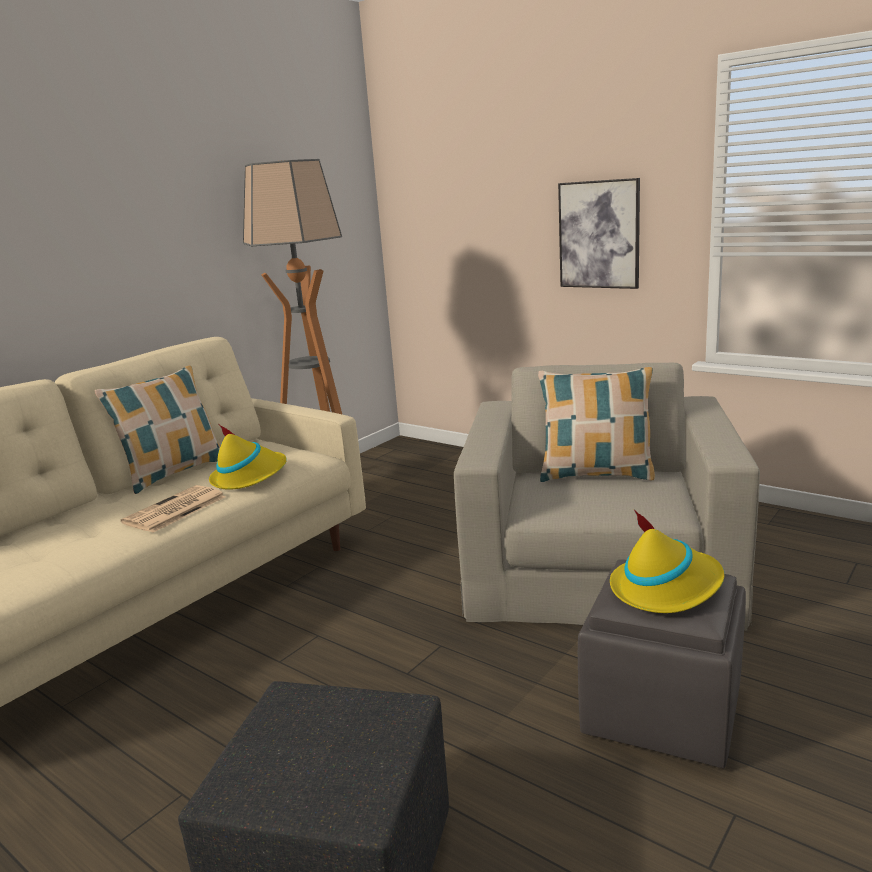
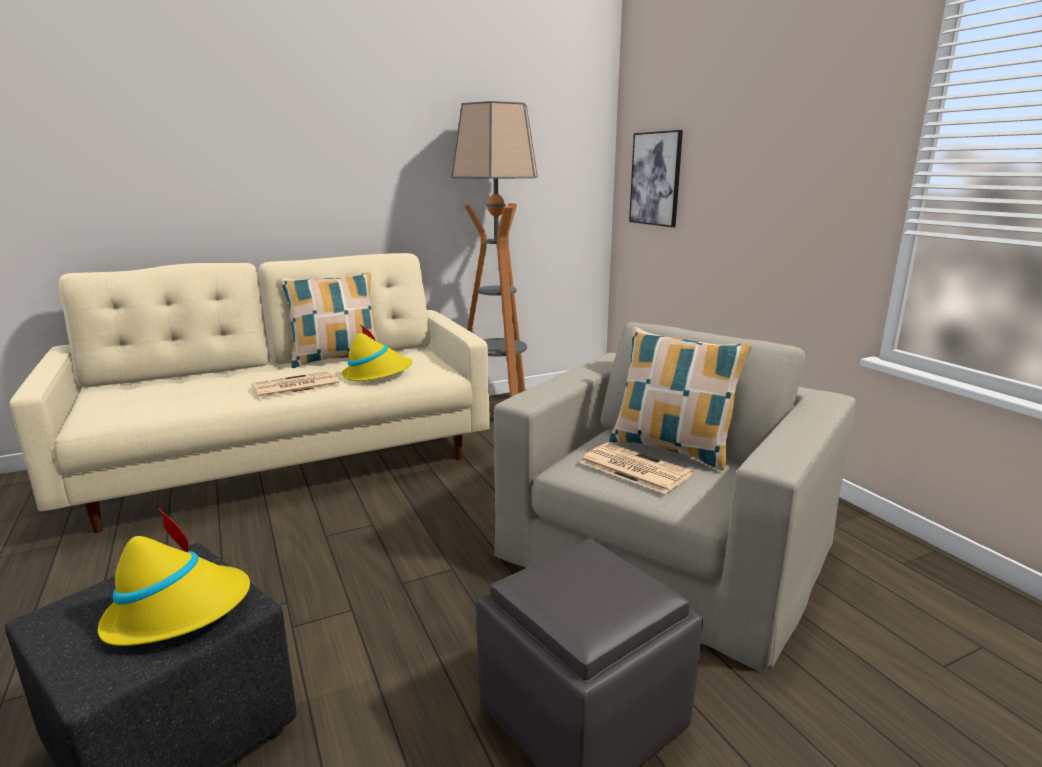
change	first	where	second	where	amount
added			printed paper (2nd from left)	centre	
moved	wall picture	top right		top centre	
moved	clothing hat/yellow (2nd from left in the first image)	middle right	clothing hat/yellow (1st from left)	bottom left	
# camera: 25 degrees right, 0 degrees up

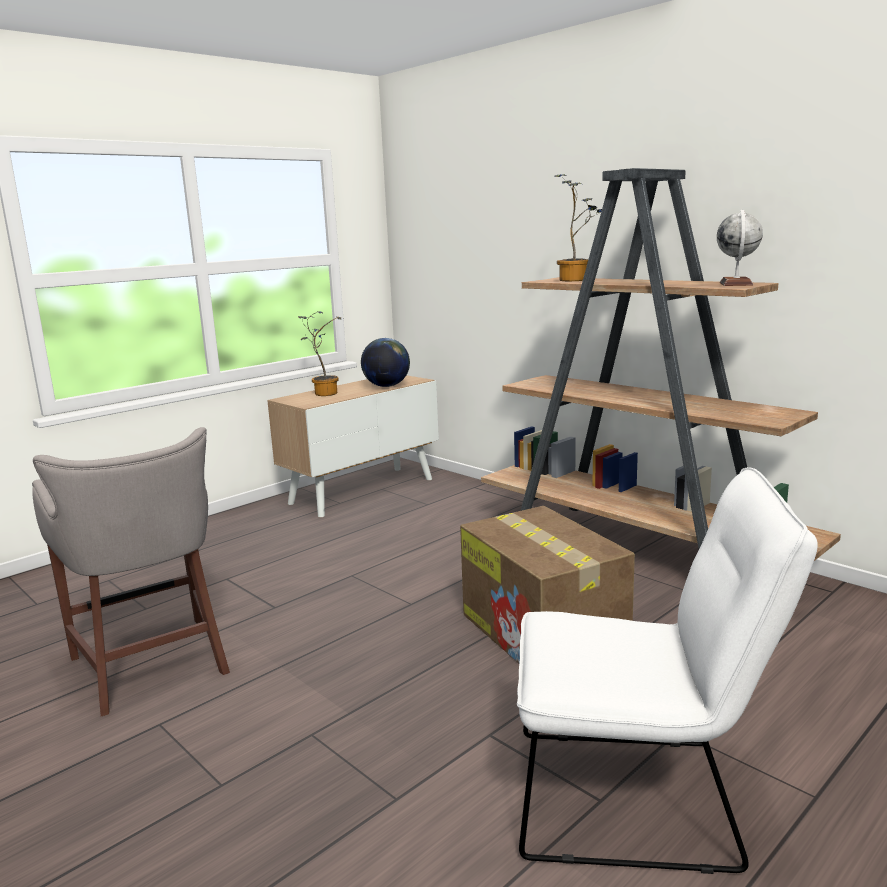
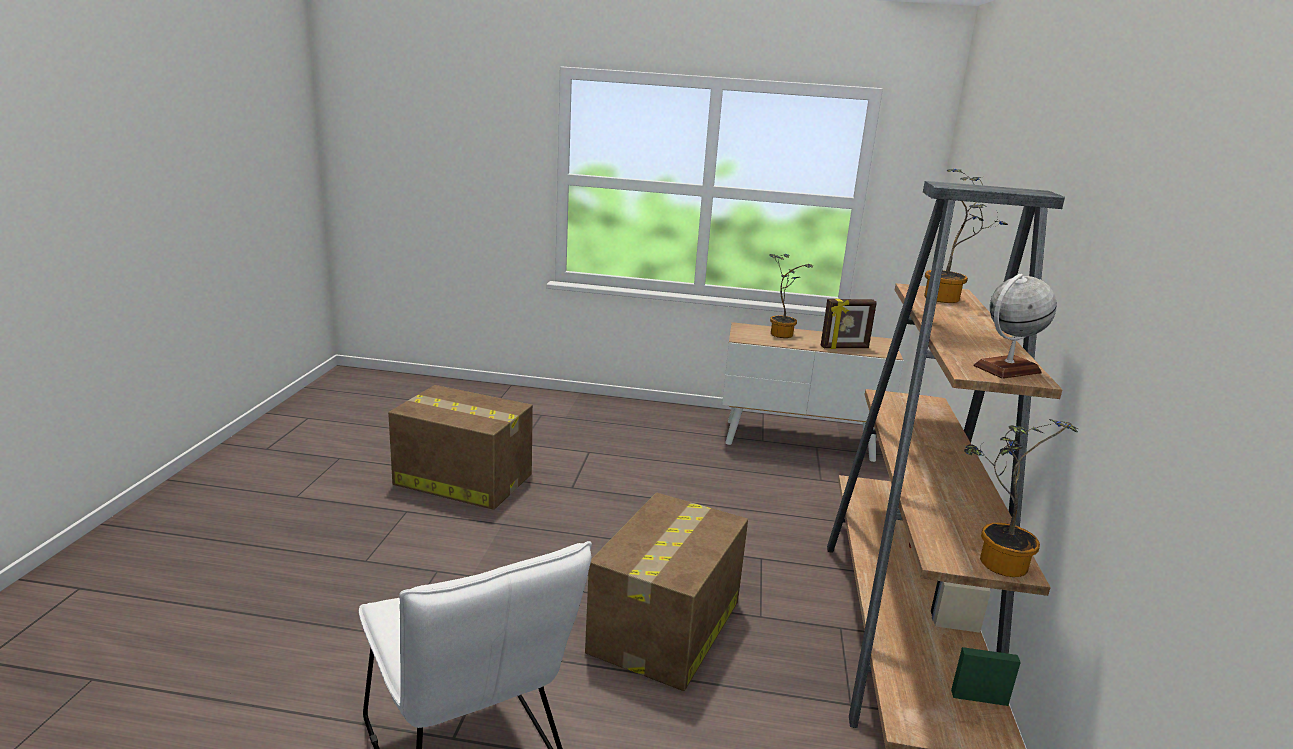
change	first	where	second	where	amount
added			plant in a pot (3rd from left)	middle right	
replaced	stool seat/grey	middle left	packing box (1st from left)	centre	
replaced	desk globe (1st from left)	centre	photo frame	centre	
# camera: 50 degrees right, 5 degrees up

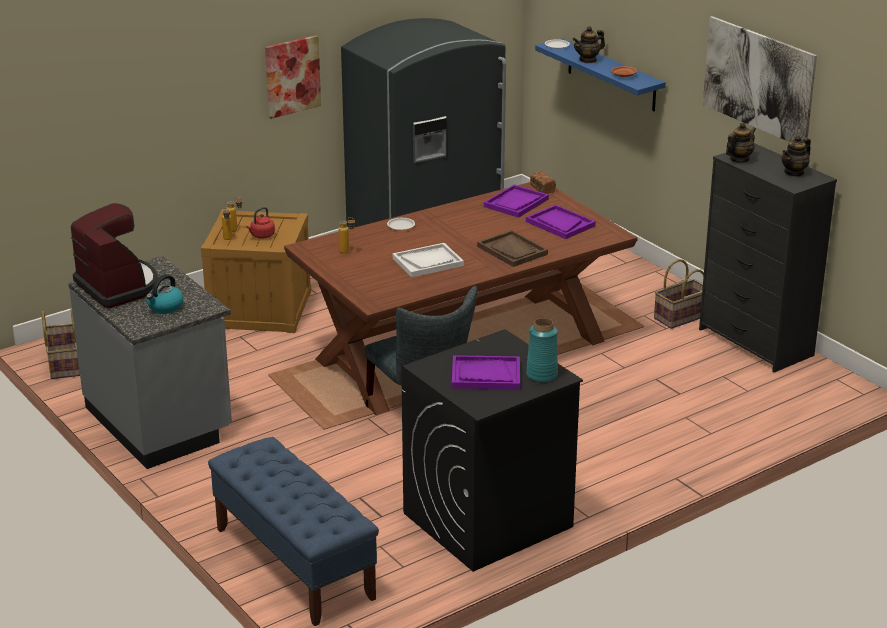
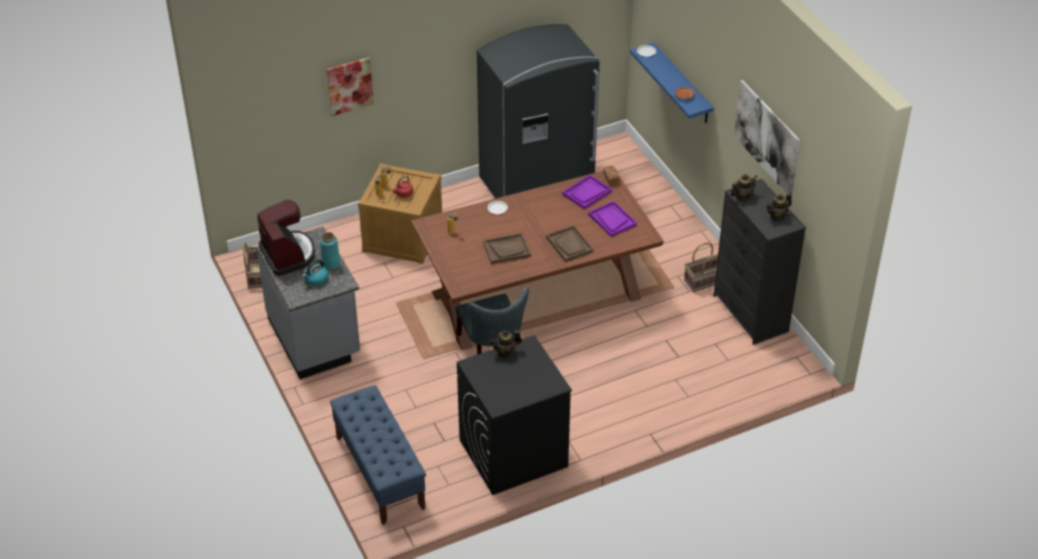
change	first	where	second	where	amount
removed	serving tray/purplish (1st from left)	centre			
moved	wall picture (1st from left)	top left		top centre	
moved	flower vase/turquoise-coloured	centre		middle left	
moved	tea pot (1st from left)	top centre		centre	
recoloured	serving tray/white-coloured	centre	serving tray/brown-coloured (1st from left)	centre	
# camera: 10 degrees right, 15 degrees up

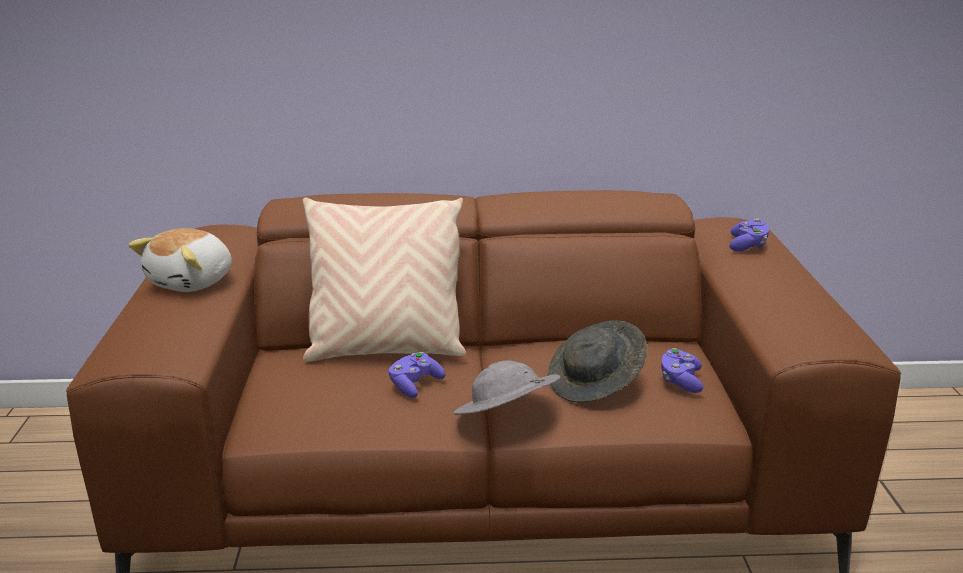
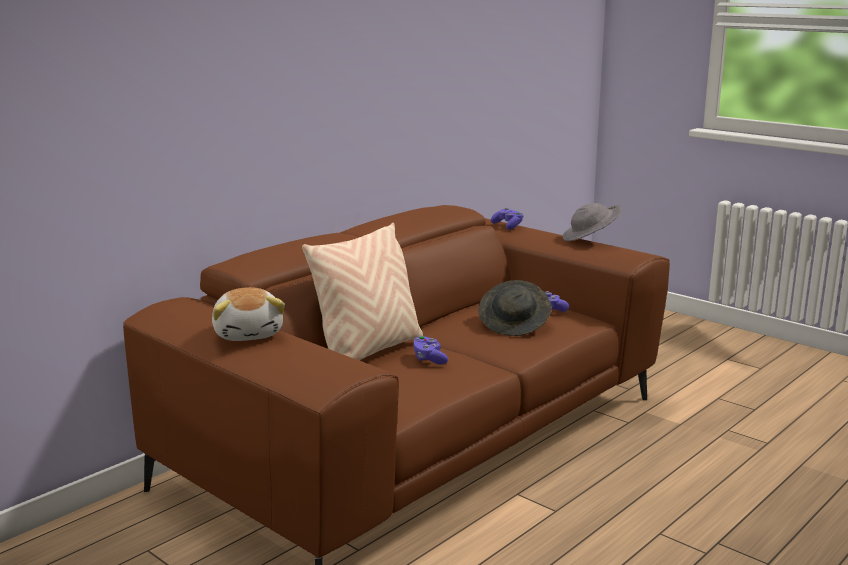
change	first	where	second	where	amount
moved	clothing hat/grey (1st from left in the first image)	bottom centre	clothing hat/grey (2nd from left)	middle right	
# camera: 45 degrees left, 5 degrees down

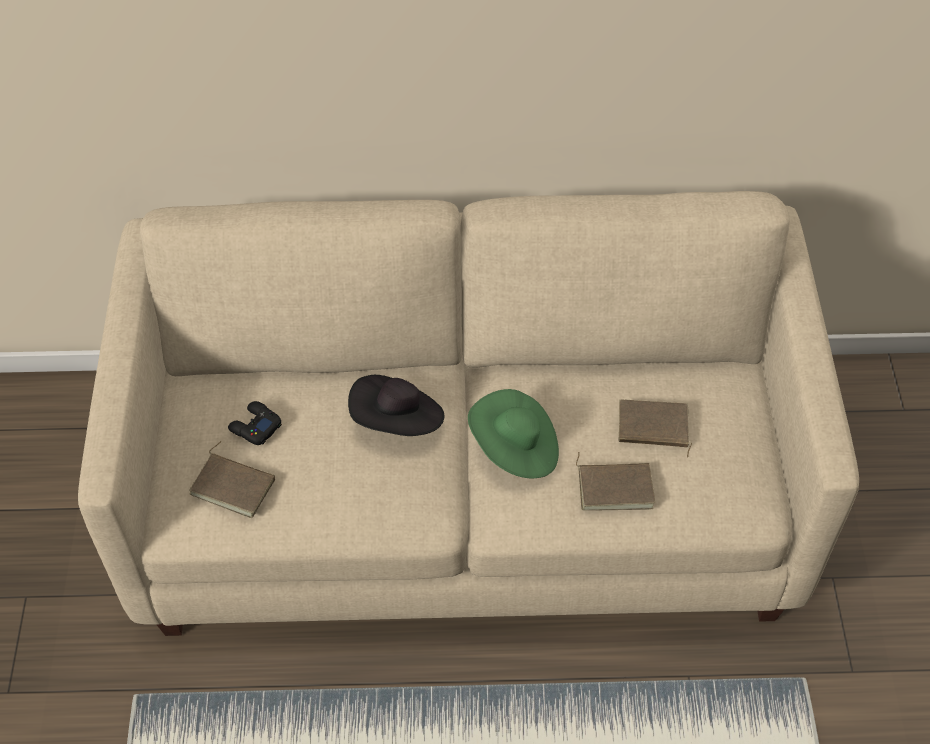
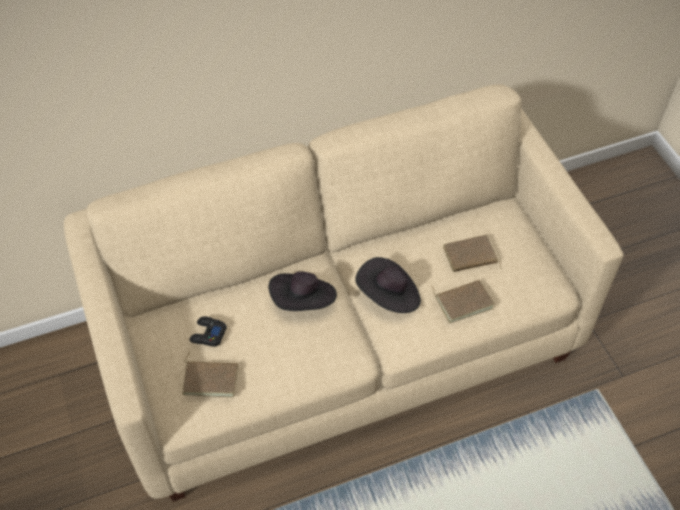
change	first	where	second	where	amount
recoloured	clothing hat/greenish	centre	clothing hat/black-coloured (2nd from left)	centre	
# camera: 20 degrees left, 0 degrees up

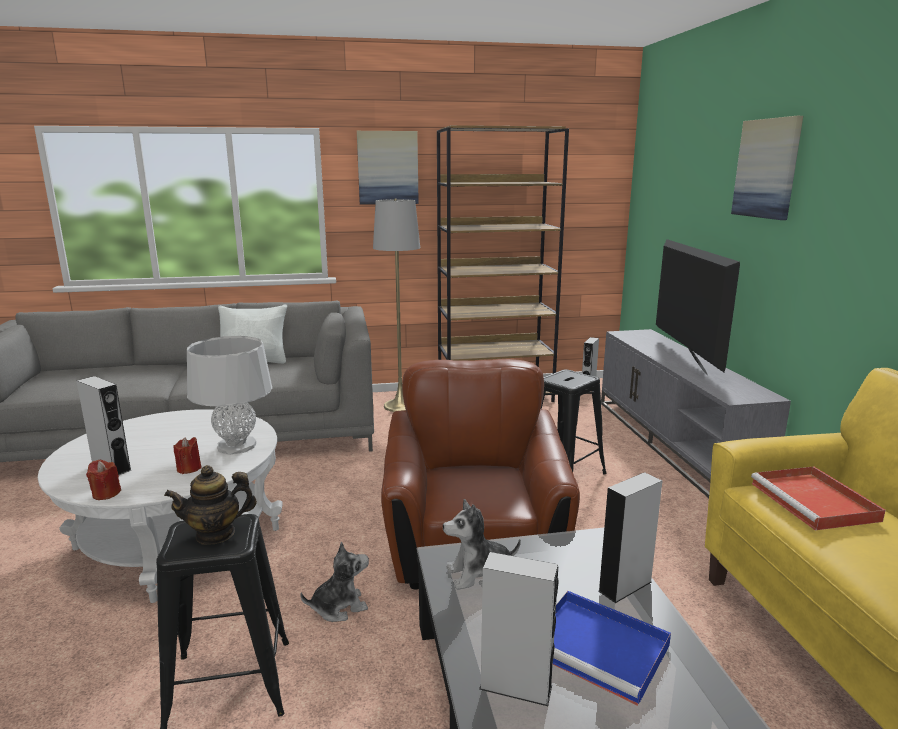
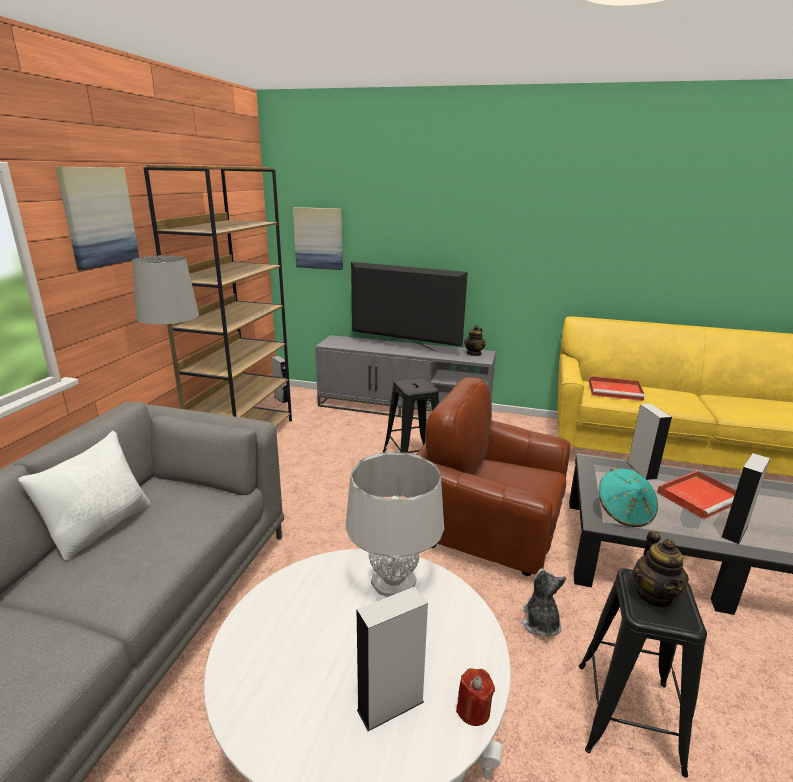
change	first	where	second	where	amount
removed	wax candle/red-coloured (2nd from left)	middle left			
added			tea pot (1st from left)	centre	
moved	wall picture (2nd from left)	top right		top centre	
replaced	cuddly toy (2nd from left)	bottom centre	clothing hat/turquoise-coloured	middle right	
recoloured	serving tray/blue	bottom right	serving tray/red-coloured (2nd from left)	middle right	
# camera: 65 degrees left, 5 degrees up

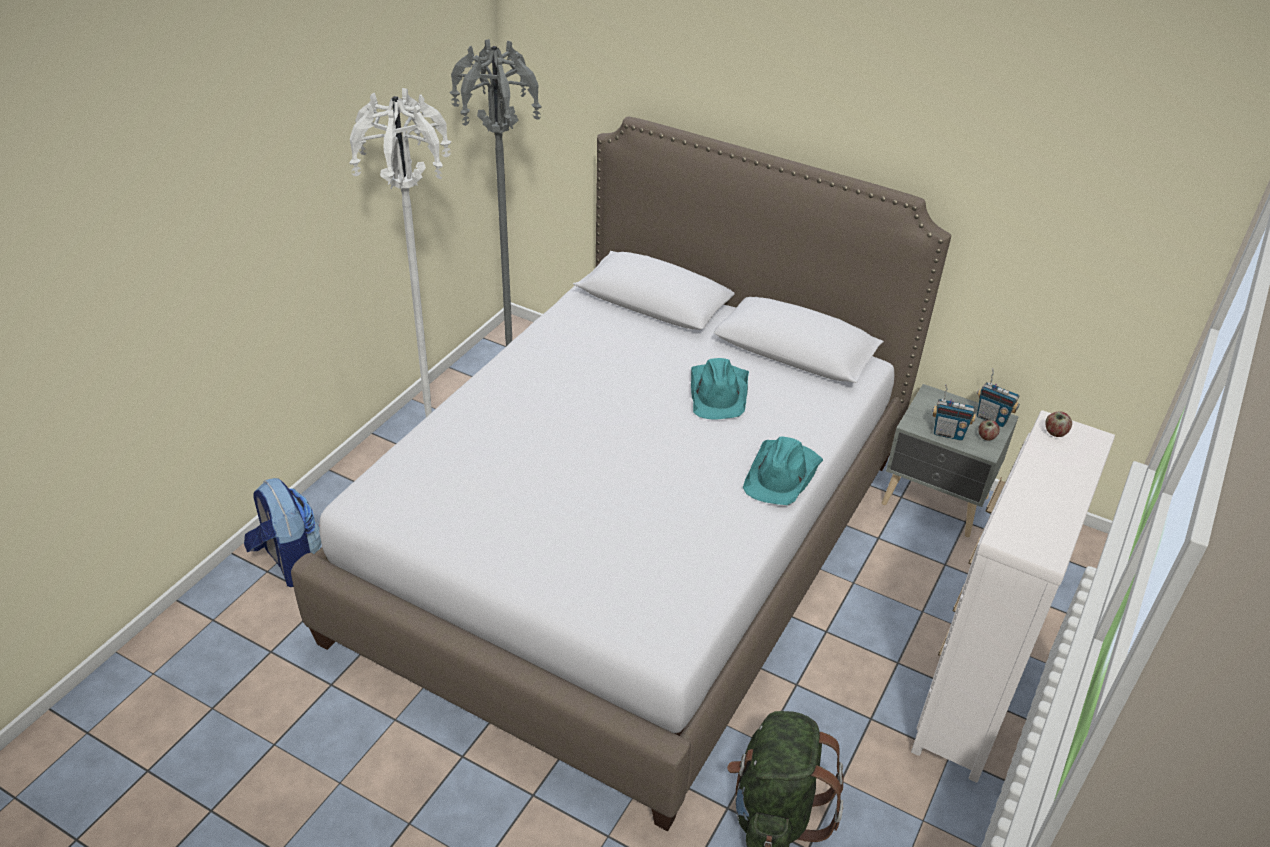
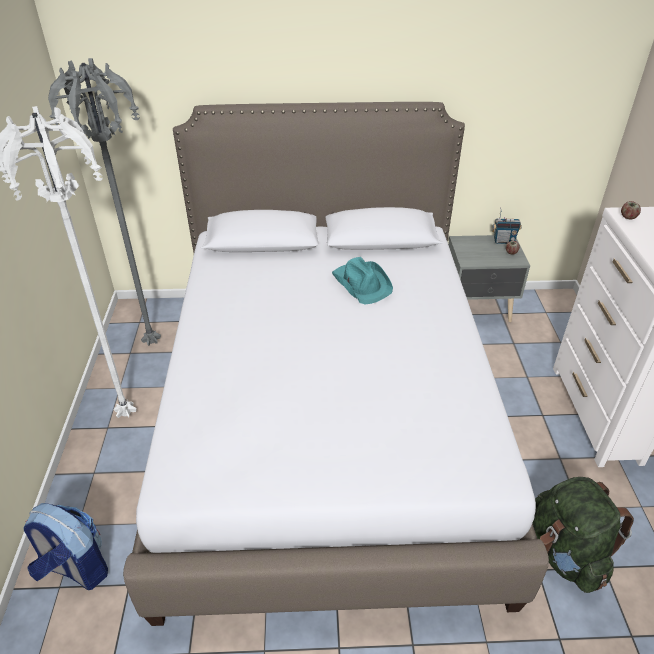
change	first	where	second	where	amount
removed	clothing hat/turquoise-coloured (2nd from left)	centre			
removed	radio (1st from left)	middle right			
# camera: 30 degrees left, 0 degrees up

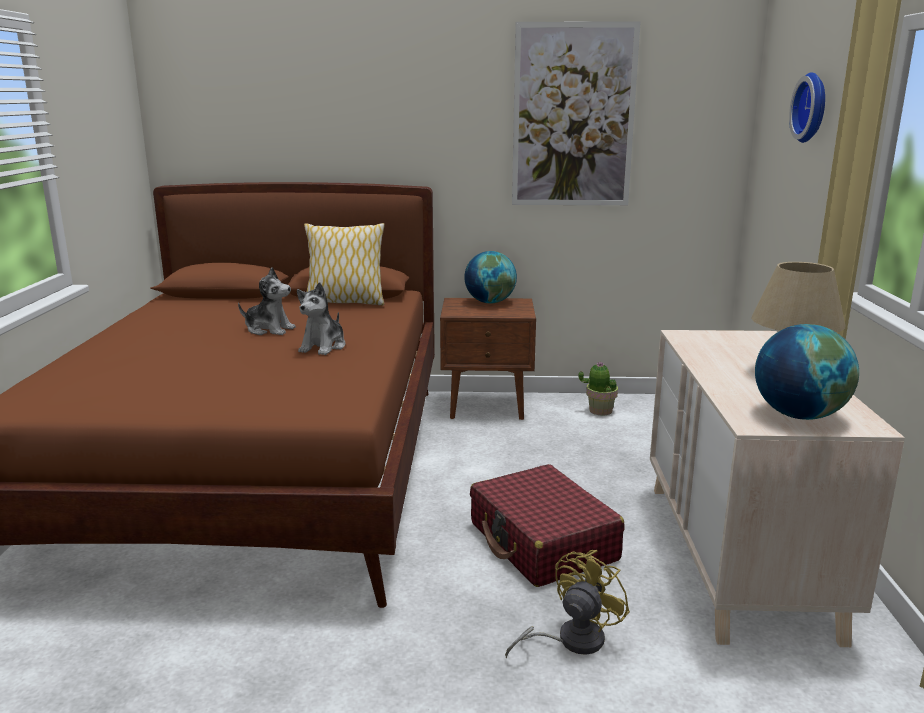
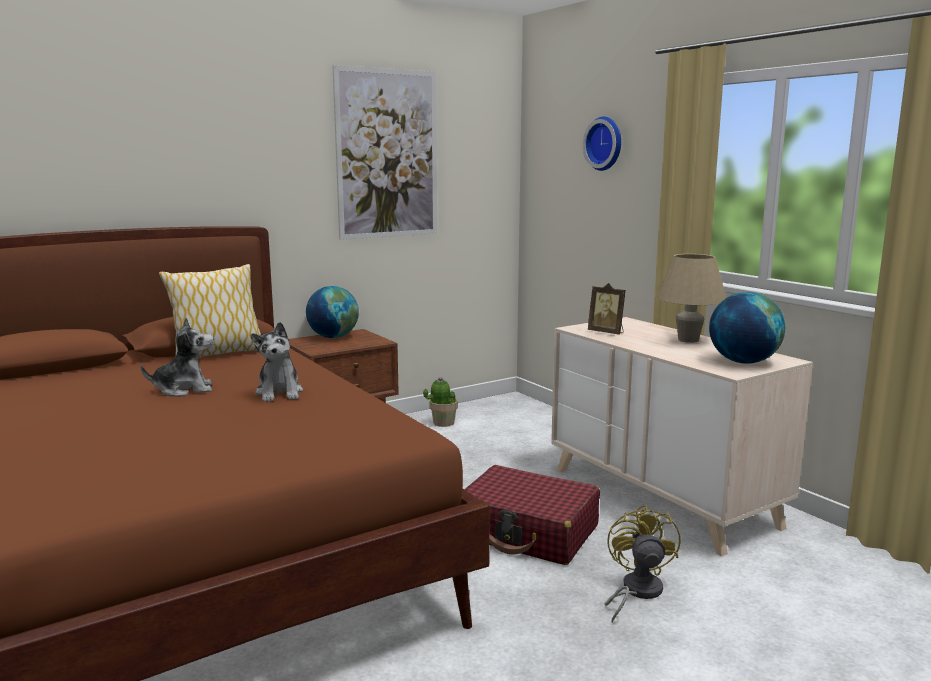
change	first	where	second	where	amount
added			photo frame	centre	
# camera: 35 degrees left, 5 degrees down

